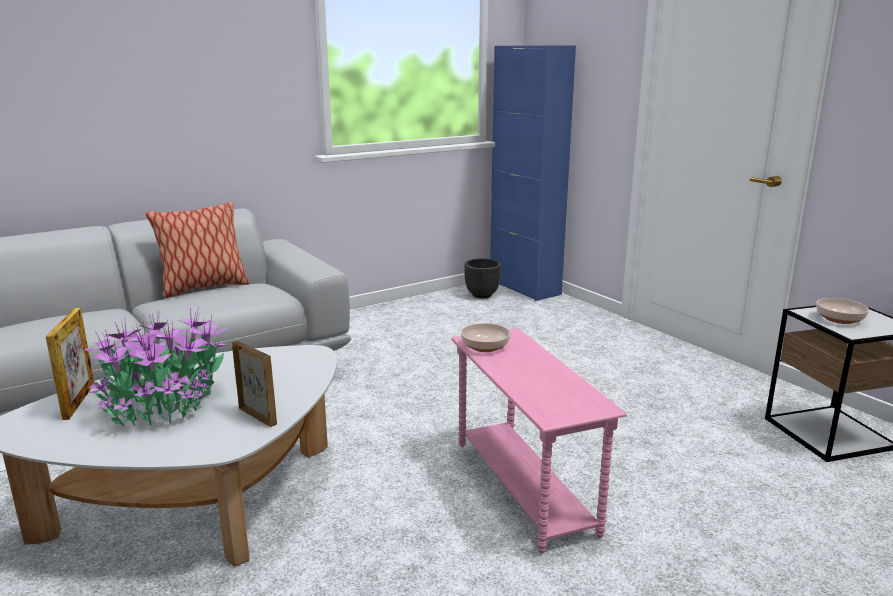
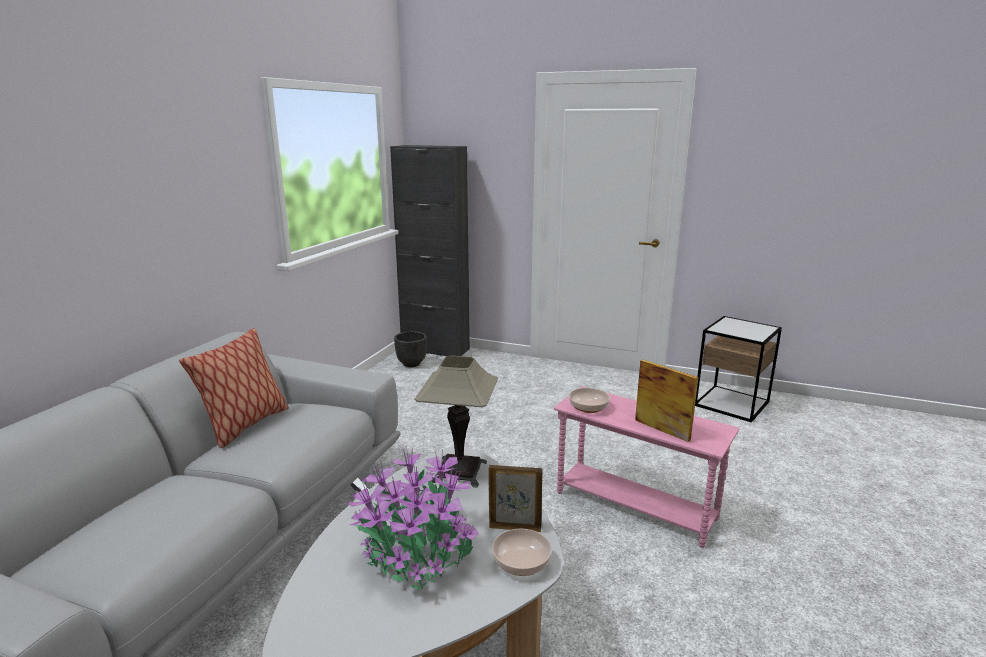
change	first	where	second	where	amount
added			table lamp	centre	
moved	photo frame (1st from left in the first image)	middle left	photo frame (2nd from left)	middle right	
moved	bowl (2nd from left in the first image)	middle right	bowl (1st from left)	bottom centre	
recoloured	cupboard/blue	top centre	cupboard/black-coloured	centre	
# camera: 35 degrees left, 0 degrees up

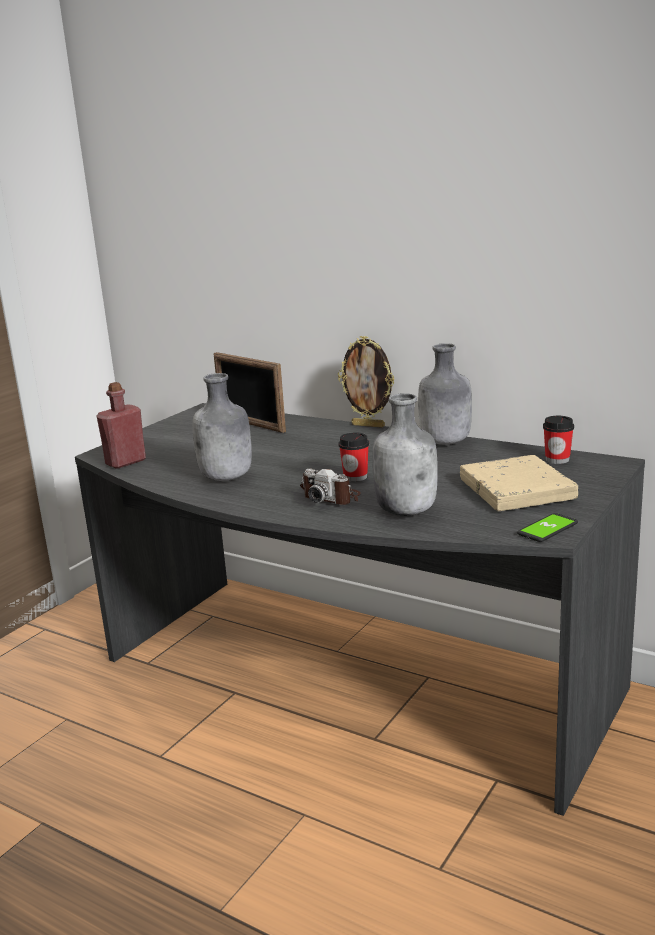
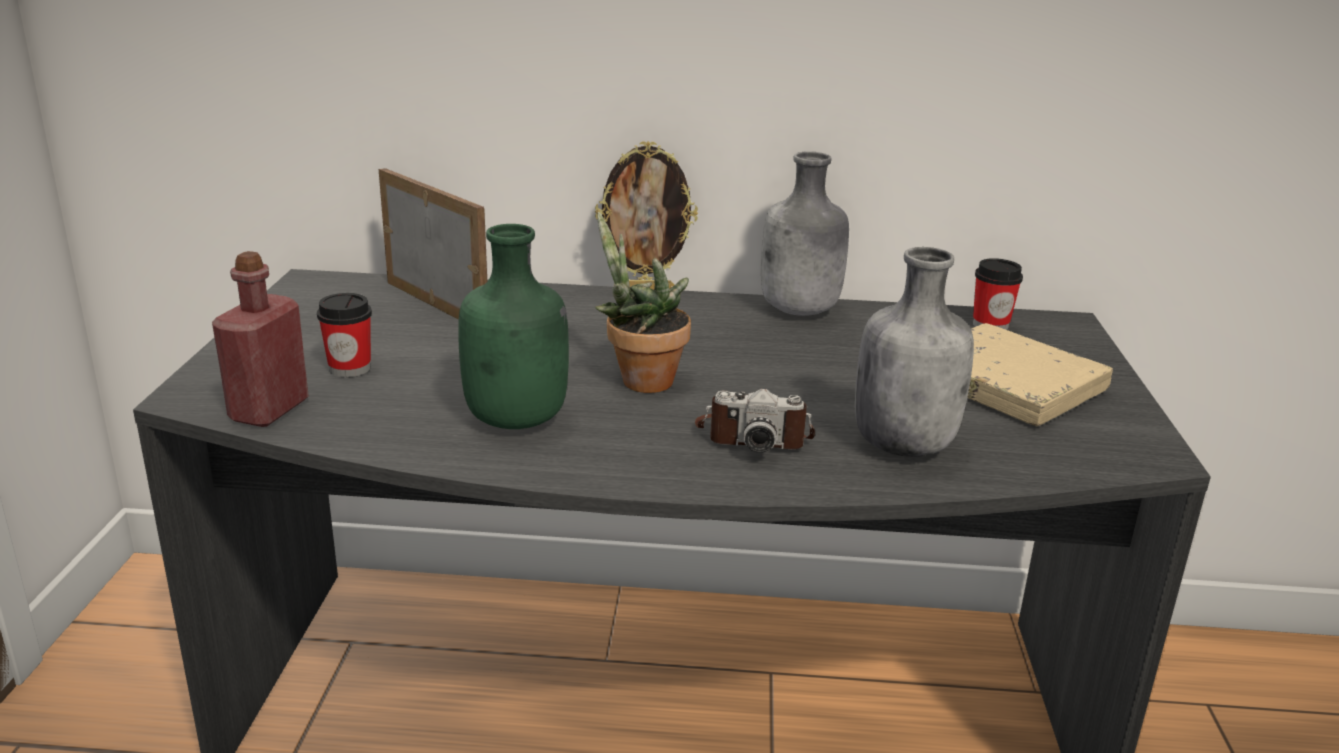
change	first	where	second	where	amount
removed	handset	middle right			
added			plant in a pot	centre	
moved	drinking cup (1st from left)	centre		middle left	
recoloured	beverage bottle/grey (1st from left)	centre	beverage bottle/greenish	centre	
turned	photo frame (1st from left)	centre		top left	150 degrees counterclockwise
# camera: 30 degrees left, 5 degrees up

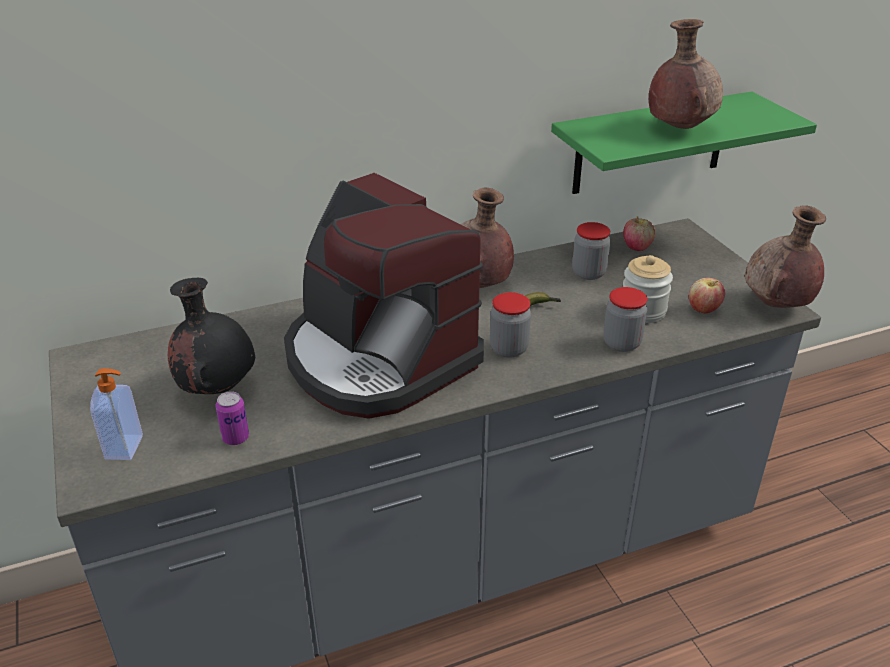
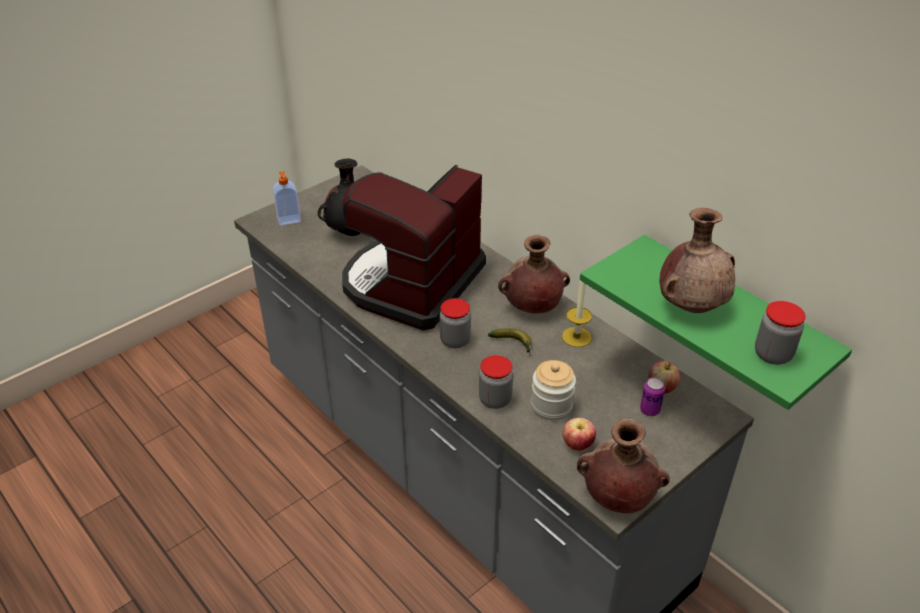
change	first	where	second	where	amount
added			wax candle	centre	
moved	sealed can	middle left		middle right	
moved	jar (2nd from left in the first image)	centre	jar (4th from left)	middle right	
# camera: 70 degrees right, 5 degrees up

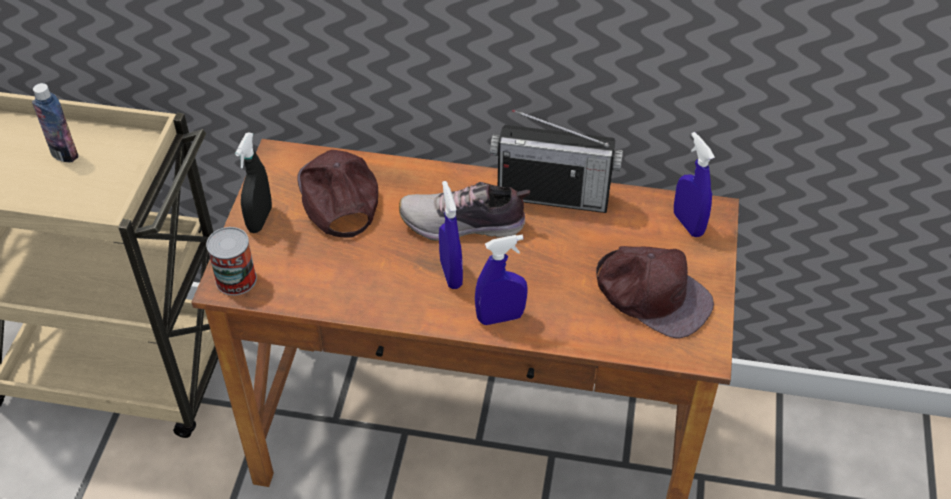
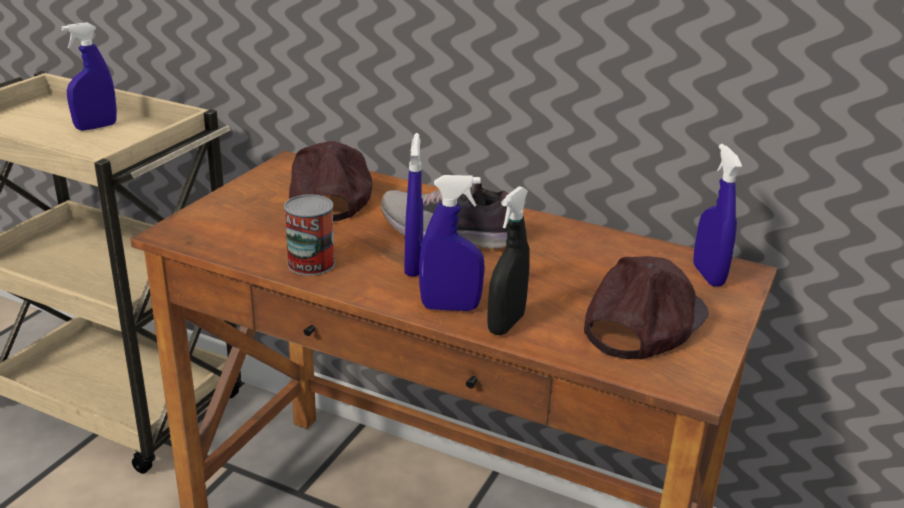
change	first	where	second	where	amount
removed	radio	top centre			
moved	sealed can	middle left		centre	
moved	spray bottle/black-coloured	middle left		centre	
replaced	beverage bottle	top left	spray bottle/blue (1st from left)	top left	
turned	peaked cap/brown-coloured (2nd from left)	middle right		middle right	105 degrees counterclockwise
# camera: 15 degrees right, 20 degrees down

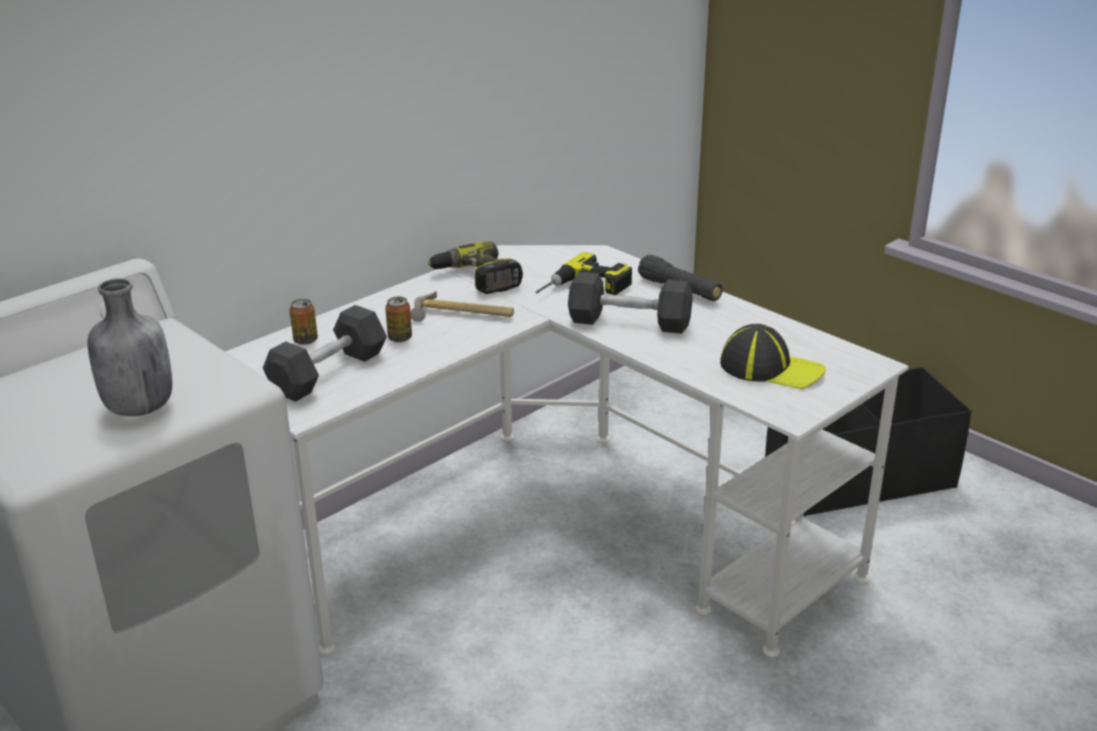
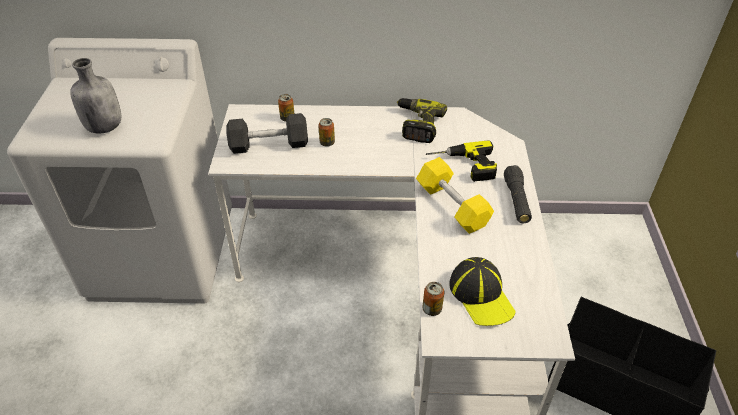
change	first	where	second	where	amount
removed	tool hammer	centre			
added			sealed can (3rd from left)	bottom centre	
recoloured	hand weight/grey (2nd from left)	centre	hand weight/yellow	centre	
# camera: 45 degrees right, 15 degrees up

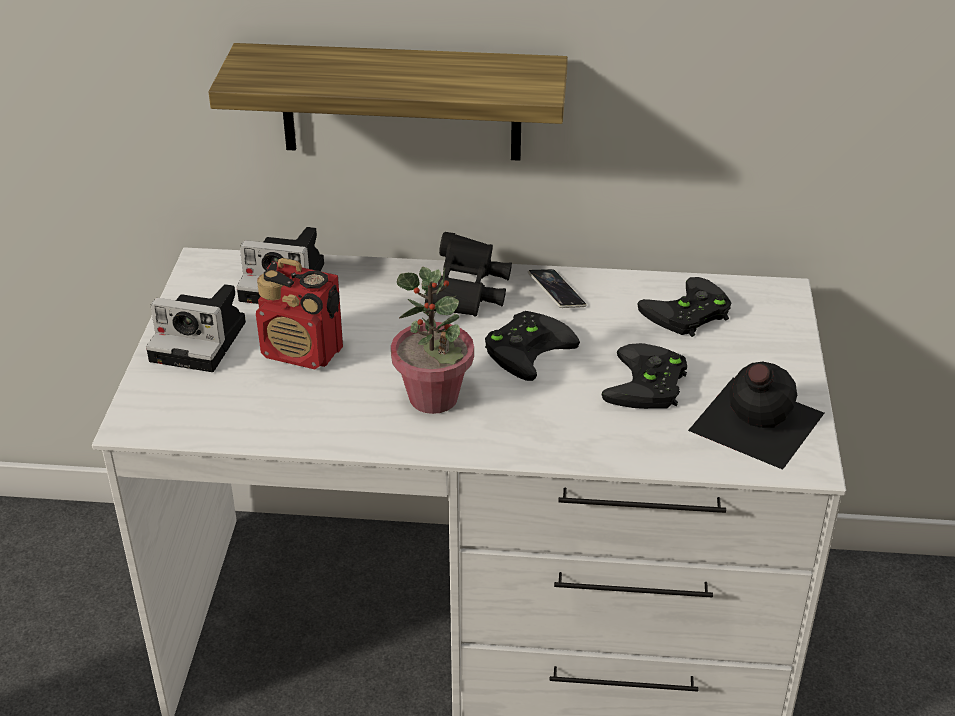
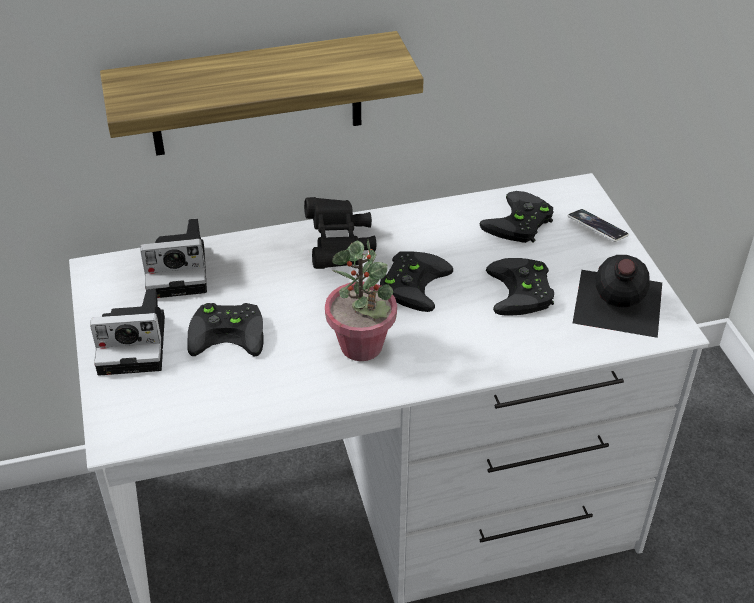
change	first	where	second	where	amount
moved	handset	centre		middle right	
replaced	radio	middle left	gamepad/black-coloured (1st from left)	middle left	
# camera: 20 degrees left, 5 degrees up

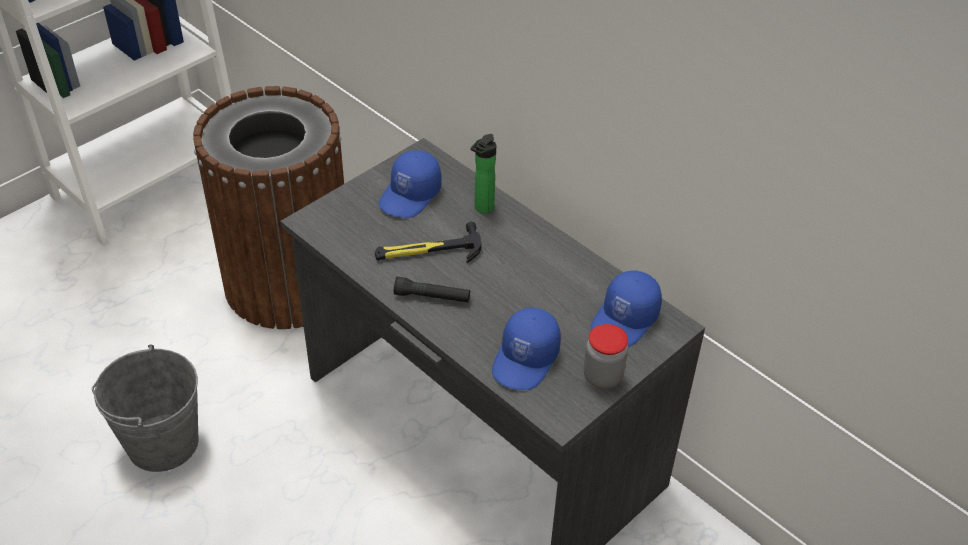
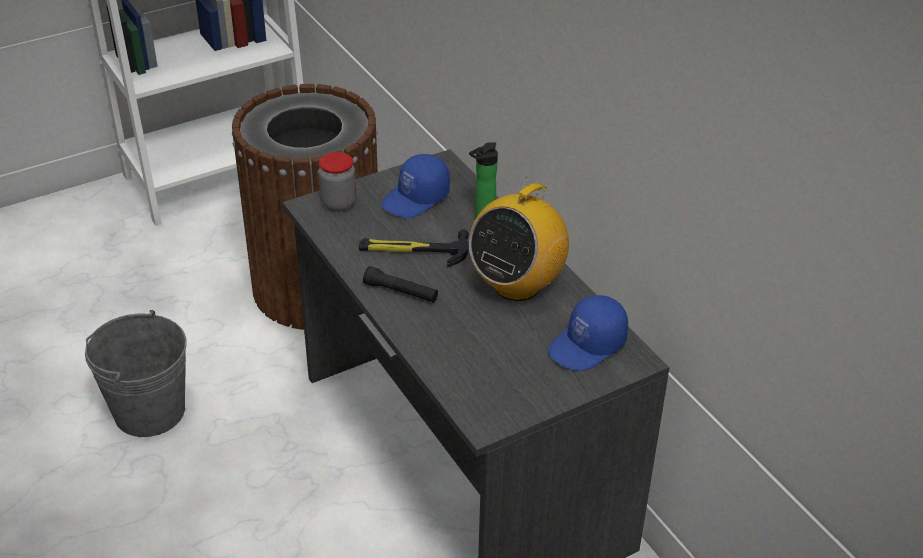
change	first	where	second	where	amount
removed	peaked cap/blue (2nd from left)	centre			
added			radio	centre	
moved	jar	centre		top centre	
# camera: 15 degrees right, 5 degrees down

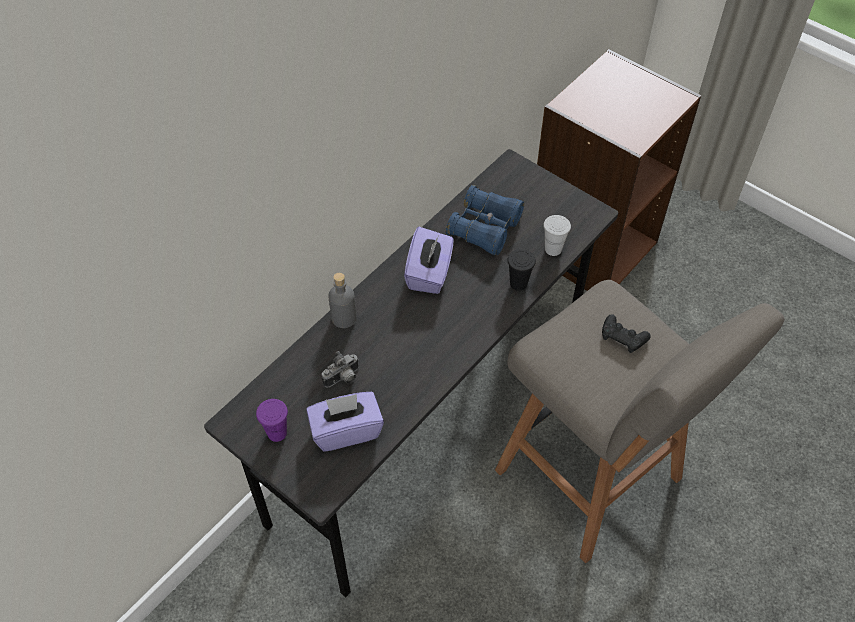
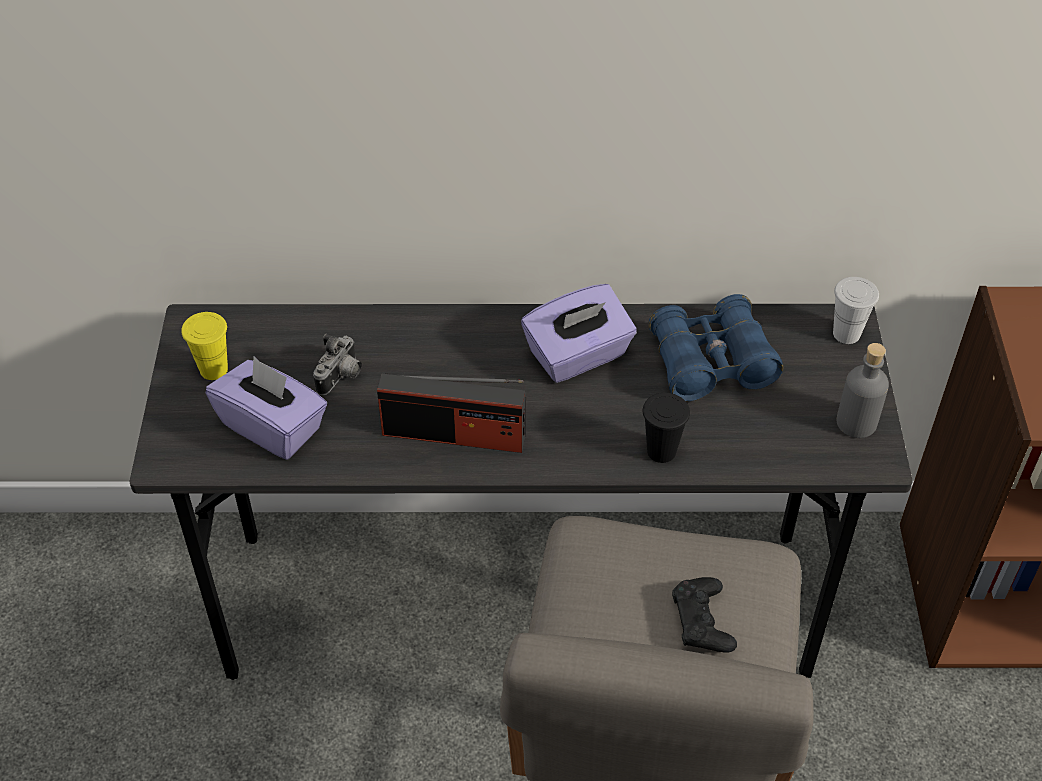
change	first	where	second	where	amount
added			radio	centre	
moved	beverage bottle/grey	centre		middle right	
moved	drinking cup/white-coloured	centre		middle right	
recoloured	drinking cup/purplish	bottom left	drinking cup/yellow	middle left	
turned	photo camera	centre		middle left	75 degrees counterclockwise
# camera: 50 degrees right, 5 degrees down

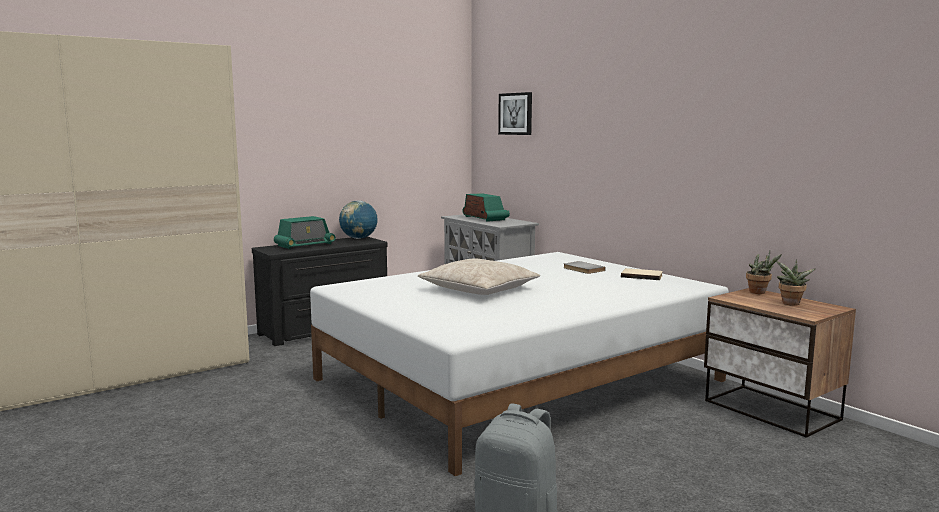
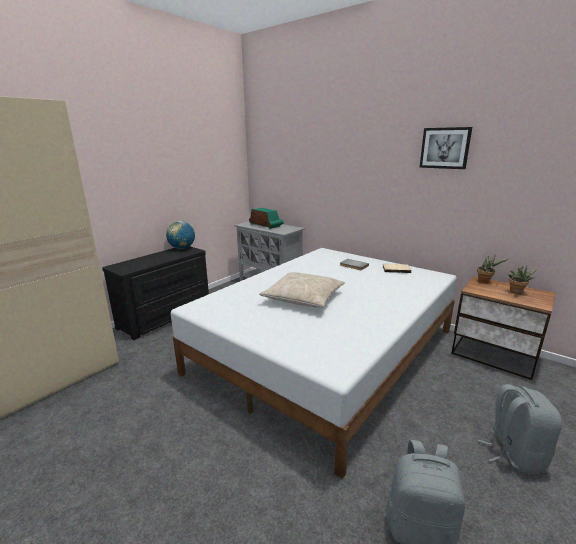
change	first	where	second	where	amount
removed	radio (1st from left)	middle left			
added			rucksack/grey (2nd from left)	bottom right	
moved	wall picture	top centre		top right	
# camera: 15 degrees left, 10 degrees up

